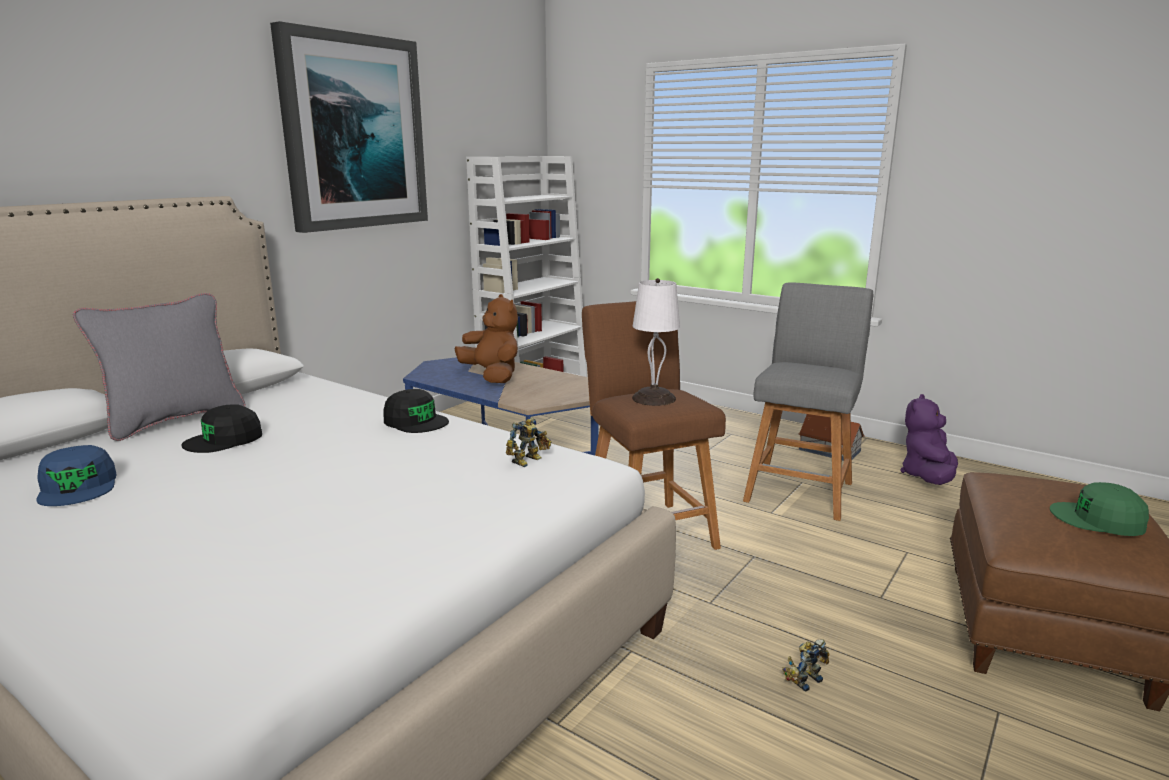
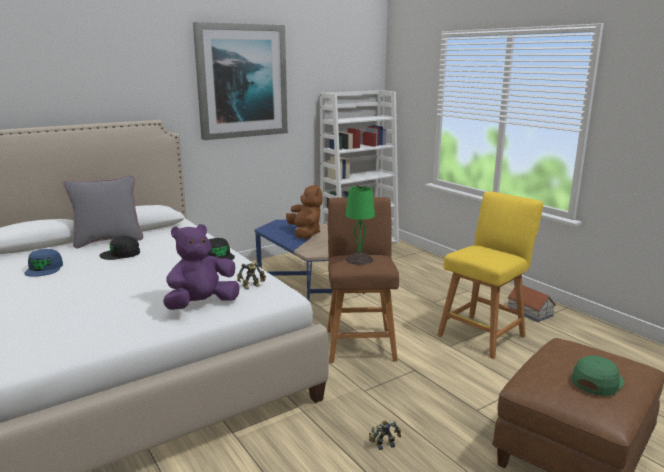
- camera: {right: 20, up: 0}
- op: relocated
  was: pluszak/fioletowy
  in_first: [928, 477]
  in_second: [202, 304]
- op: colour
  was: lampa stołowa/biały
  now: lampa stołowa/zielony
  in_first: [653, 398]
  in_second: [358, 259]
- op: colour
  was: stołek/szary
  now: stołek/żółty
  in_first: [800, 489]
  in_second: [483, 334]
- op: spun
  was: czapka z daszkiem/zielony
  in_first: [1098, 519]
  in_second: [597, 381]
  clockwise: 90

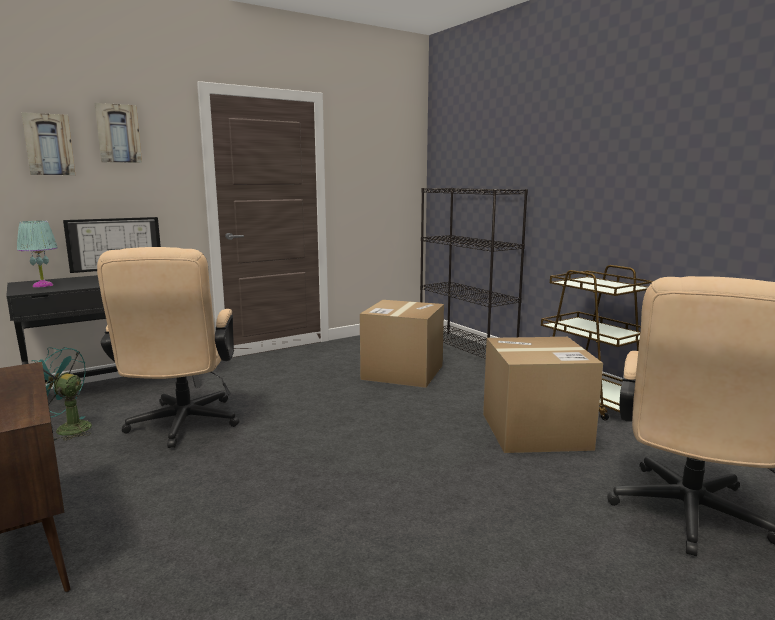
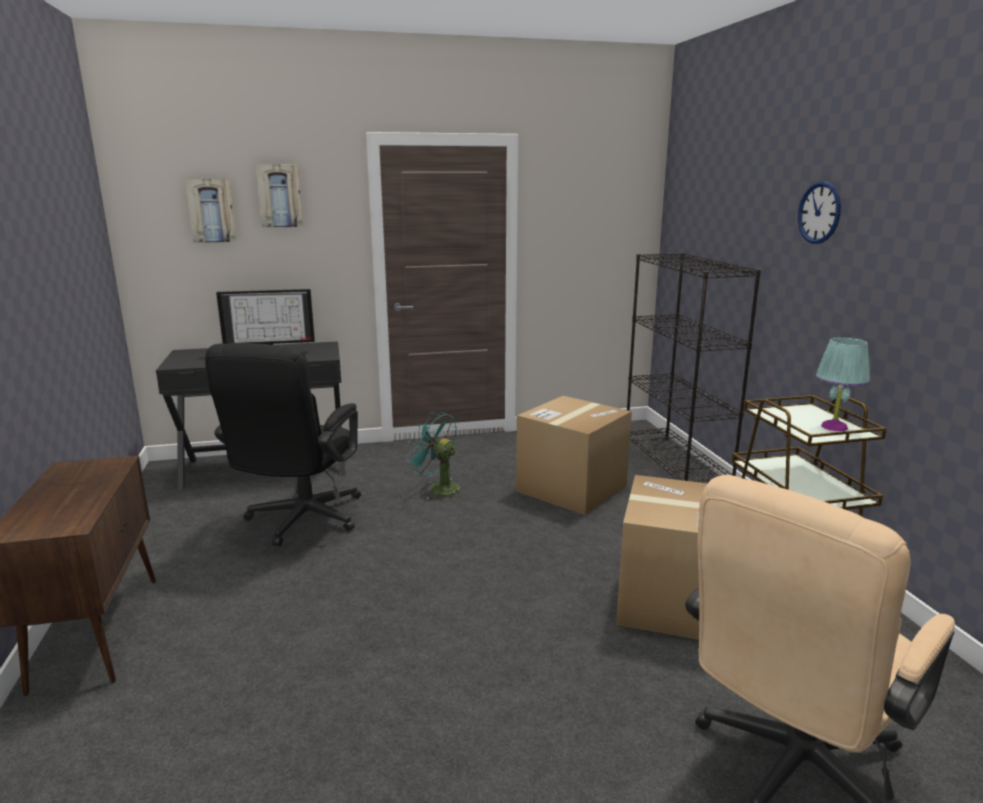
- camera: {right: 20, up: 5}
- op: colour
  was: krzesło biurowe/beżowy
  now: krzesło biurowe/czarny
  in_first: [181, 427]
  in_second: [300, 522]
- op: relocated
  was: wentylator/turkusowy
  in_first: [66, 429]
  in_second: [438, 489]
- op: appeared
  now: zegar ścienny
  in_second: [819, 213]
- op: relocated
  was: lampa stołowa/turkusowy
  in_first: [43, 285]
  in_second: [834, 426]

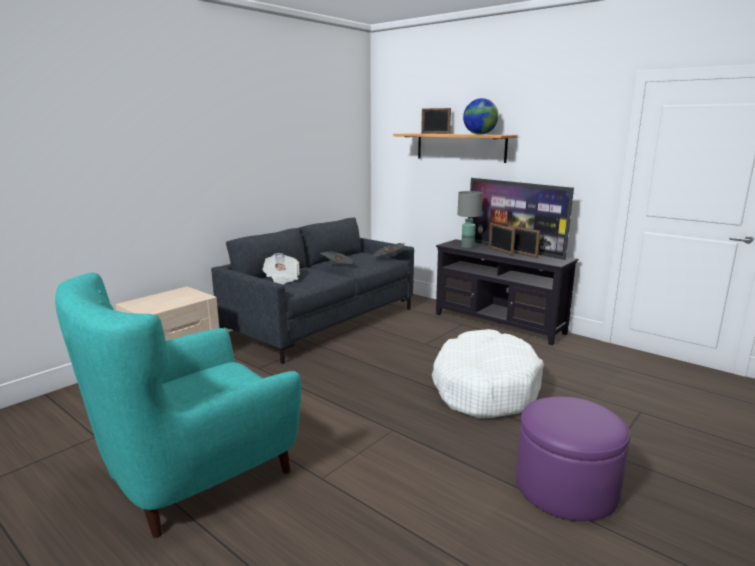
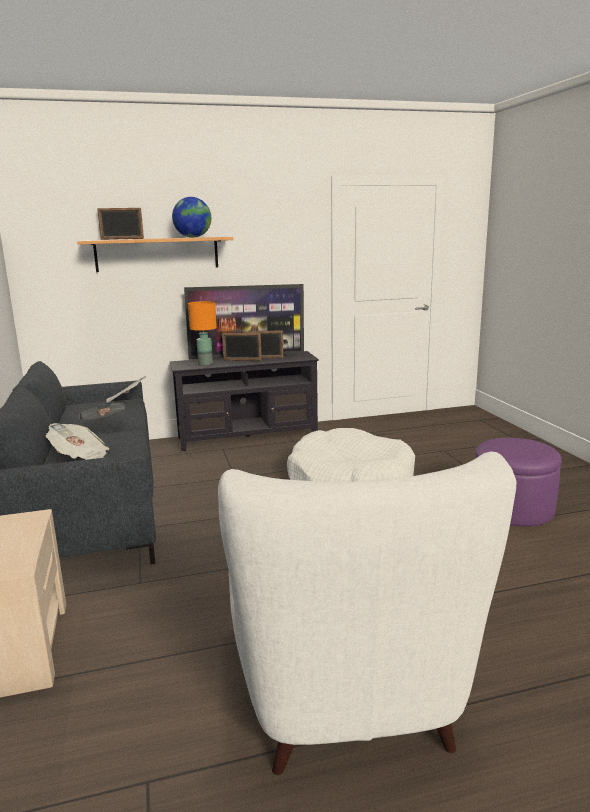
- camera: {right: -55, up: 0}
- op: colour
  was: lampa stołowa/szary
  now: lampa stołowa/pomarańczowy
  in_first: [467, 247]
  in_second: [205, 364]
- op: colour
  was: fotel/turkusowy
  now: fotel/biały
  in_first: [193, 474]
  in_second: [347, 693]

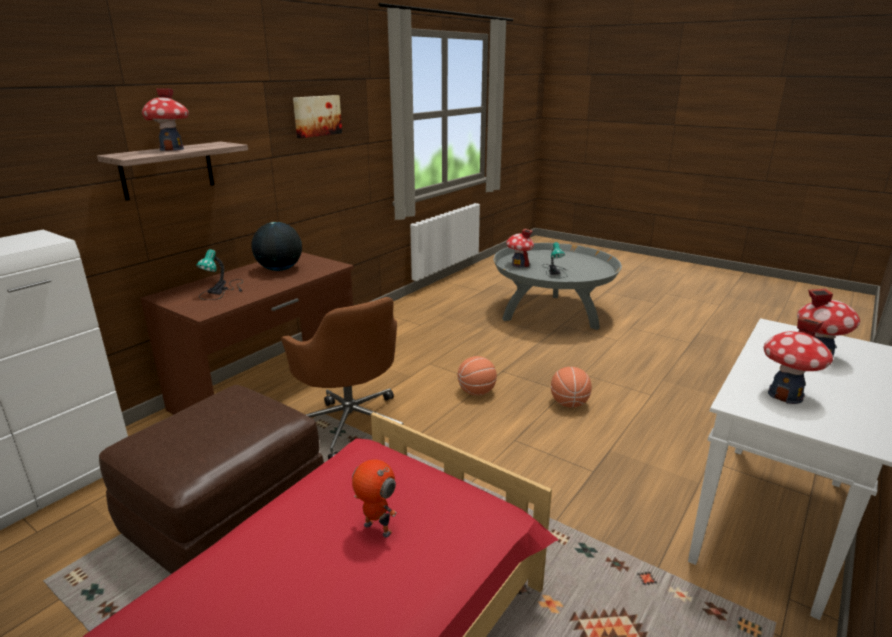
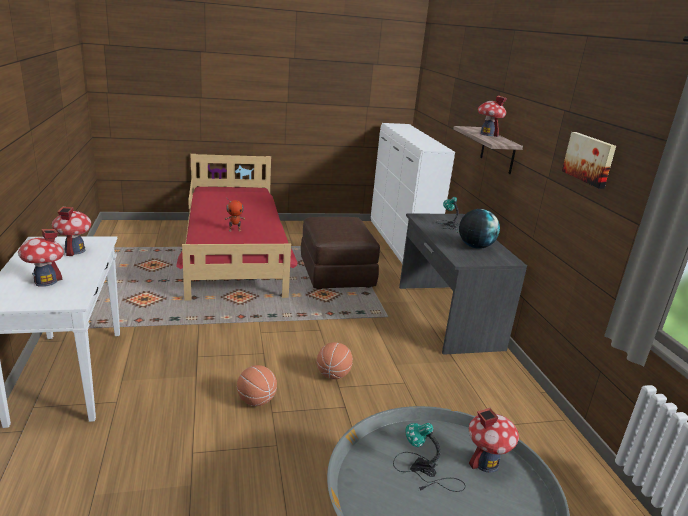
- camera: {right: 130, up: 0}
- op: colour
  was: biurko/brązowy
  now: biurko/szary
  in_first: [269, 386]
  in_second: [446, 316]
- op: missing
  was: krzesło biurowe/brązowy
  in_first: [350, 425]

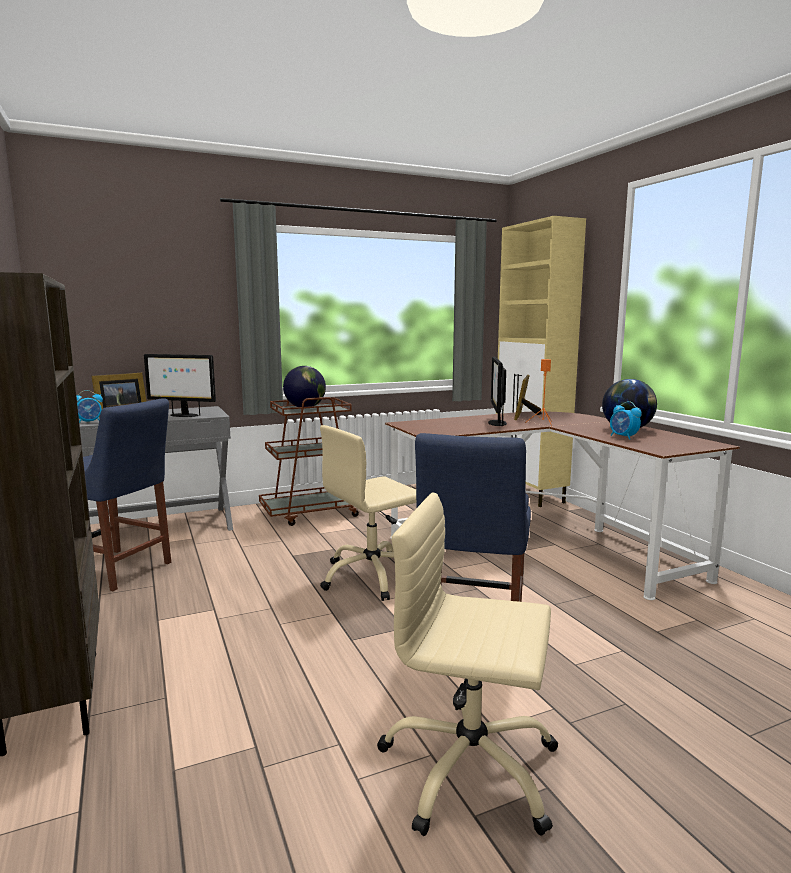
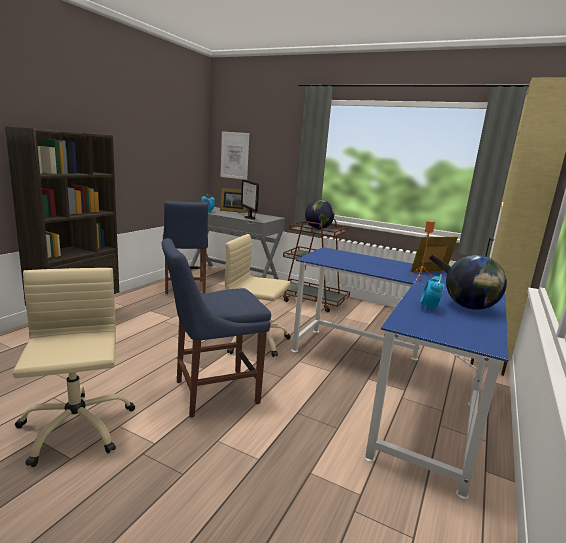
- camera: {right: 50, up: 5}
- op: appeared
  now: obraz
  in_second: [234, 155]
- op: colour
  was: biurko/brązowy
  now: biurko/niebieski
  in_first: [542, 545]
  in_second: [393, 385]
- op: missing
  was: monitor
  in_first: [496, 423]

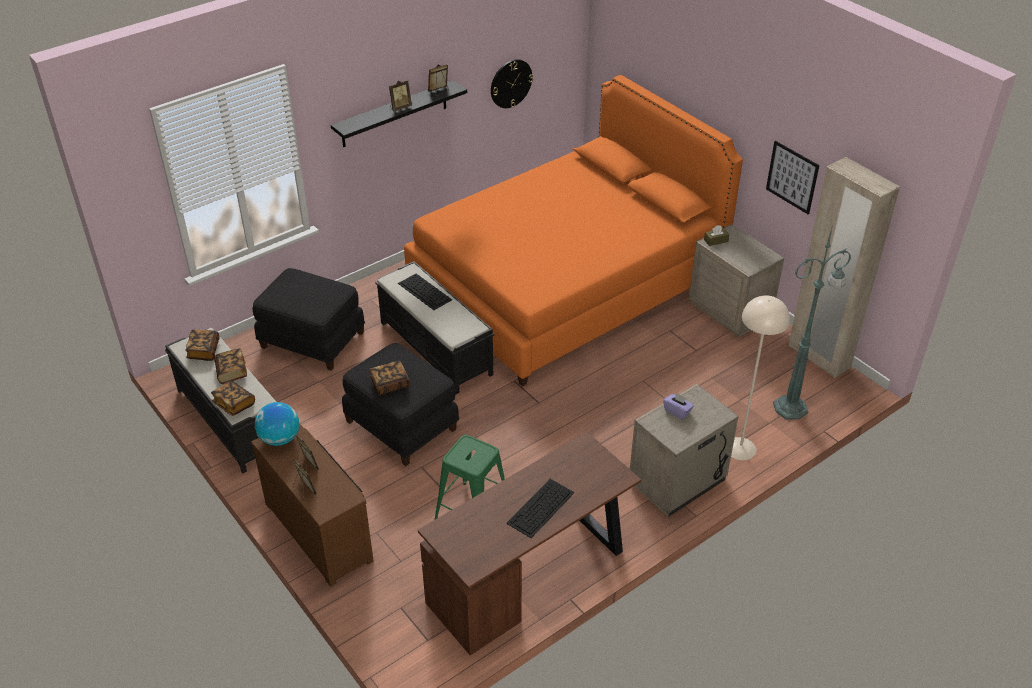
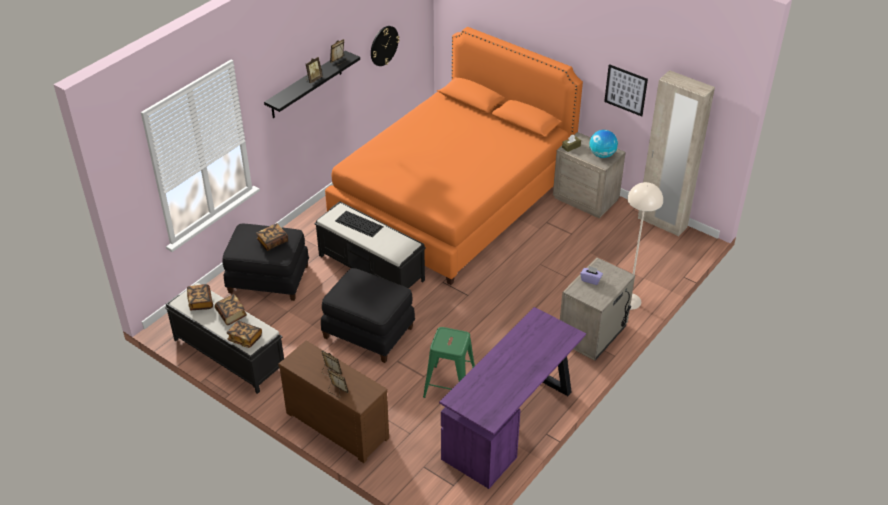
- camera: {right: -15, up: 0}
- op: relocated
  was: książka
  in_first: [390, 384]
  in_second: [272, 242]
- op: colour
  was: biurko/brązowy
  now: biurko/fioletowy
  in_first: [531, 576]
  in_second: [511, 423]
- op: relocated
  was: globus
  in_first: [279, 439]
  in_second: [602, 155]
- op: missing
  was: klawiatura
  in_first: [540, 508]
- op: missing
  was: lampa stojąca/zielony
  in_first: [792, 407]

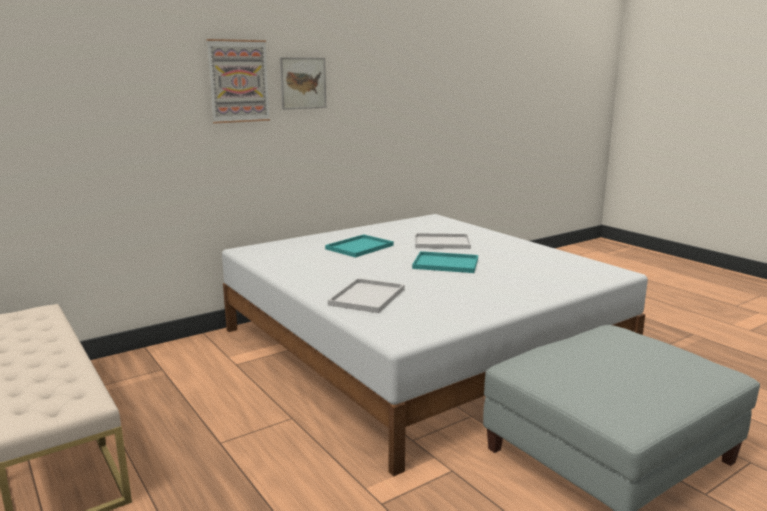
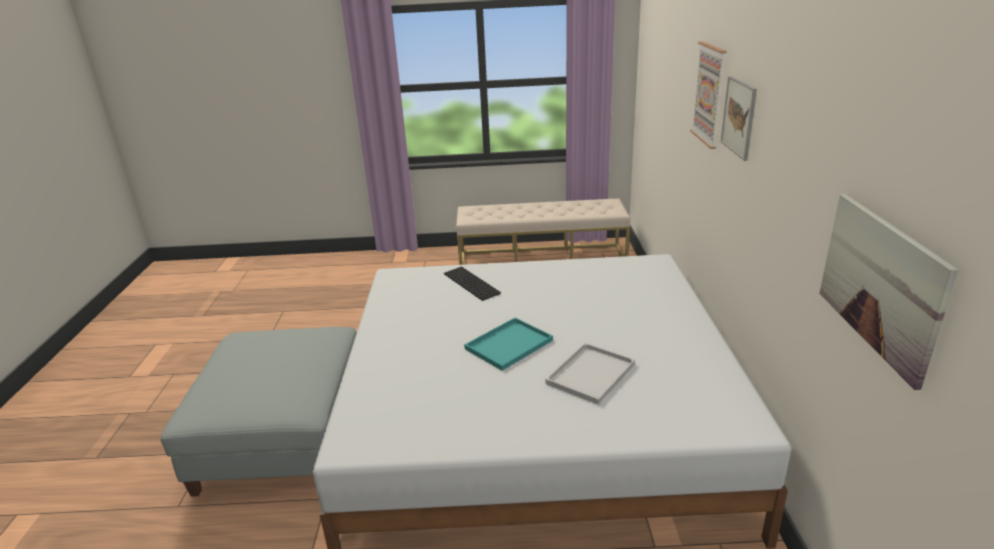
- camera: {right: 125, up: 10}
- op: exchanged
  was: taca/biały
  now: klawiatura
  in_first: [367, 296]
  in_second: [473, 283]
- op: appeared
  now: obraz
  in_second: [880, 283]
- op: missing
  was: taca/turkusowy
  in_first: [359, 247]

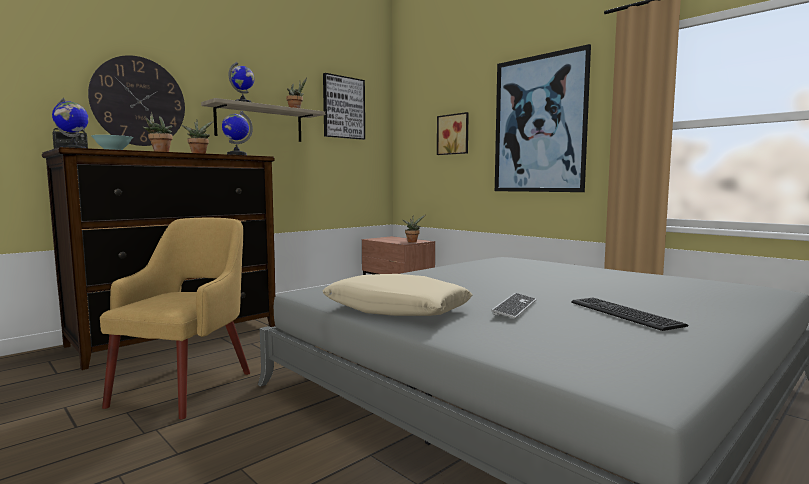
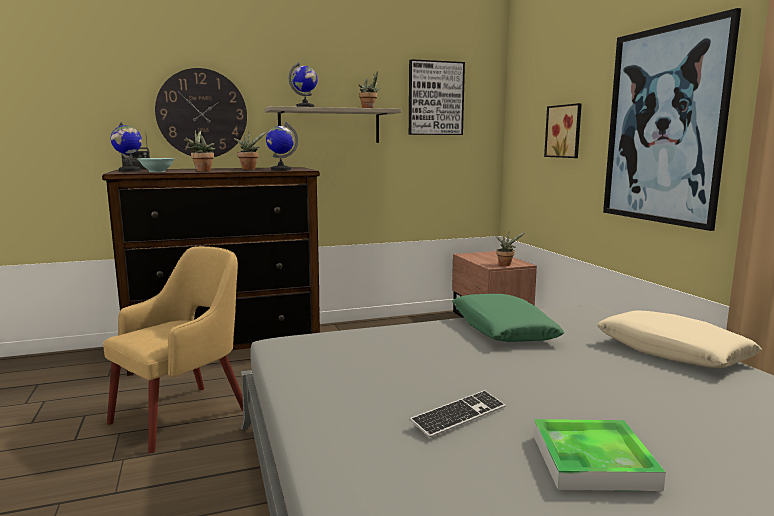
- camera: {right: 25, up: 5}
- op: appeared
  now: poduszka/zielony
  in_second: [502, 330]
- op: exchanged
  was: klawiatura
  now: taca
  in_first: [624, 314]
  in_second: [592, 460]
- op: relocated
  was: poduszka/beżowy
  in_first: [397, 310]
  in_second: [672, 352]

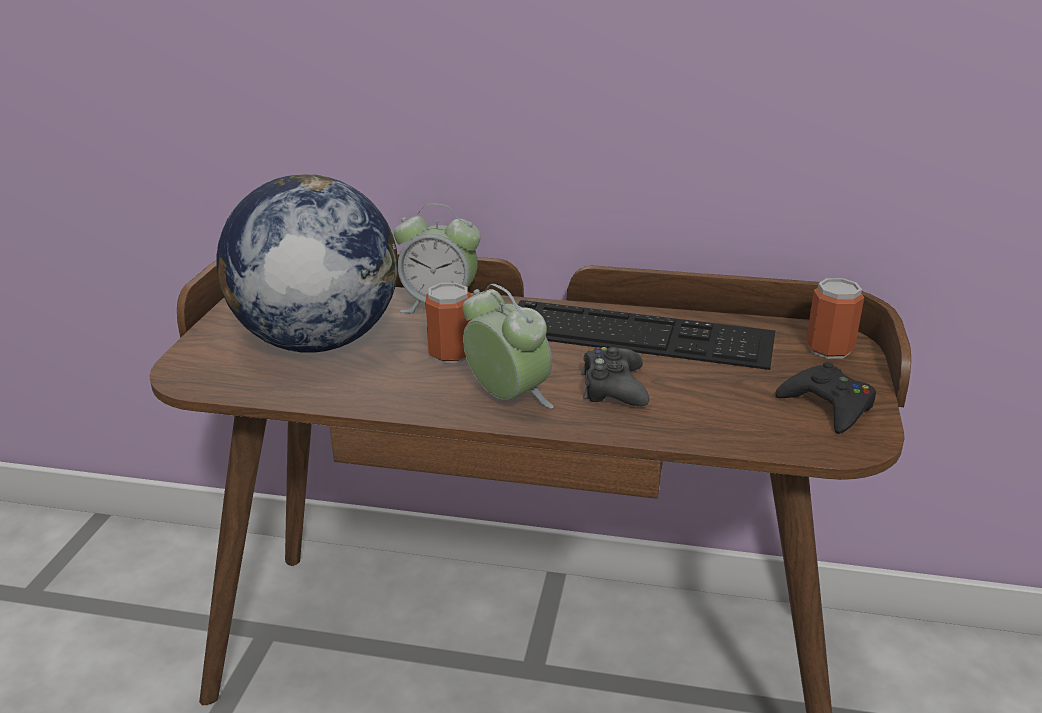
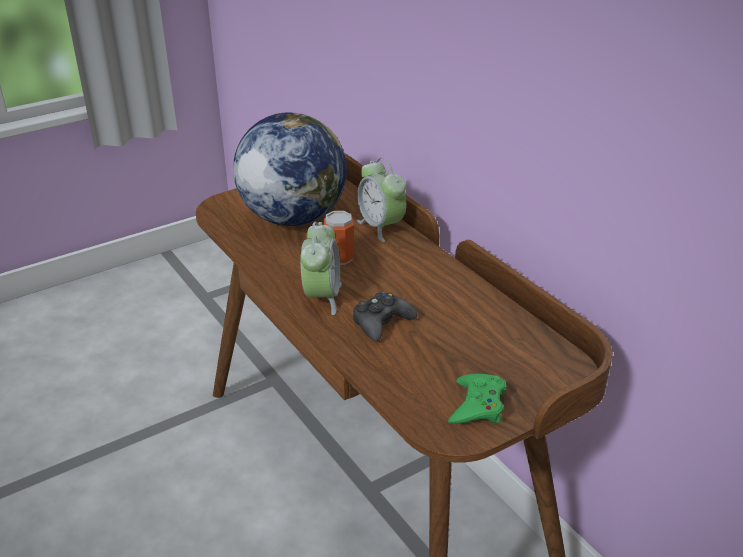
- camera: {right: 45, up: 5}
- op: colour
  was: pad do gier/czarny
  now: pad do gier/zielony
  in_first: [828, 406]
  in_second: [477, 405]
- op: missing
  was: klawiatura
  in_first: [637, 335]
- op: missing
  was: puszka
  in_first: [829, 349]

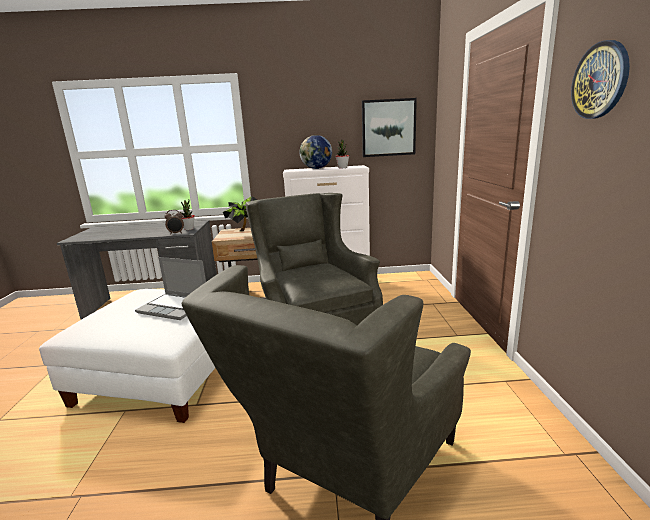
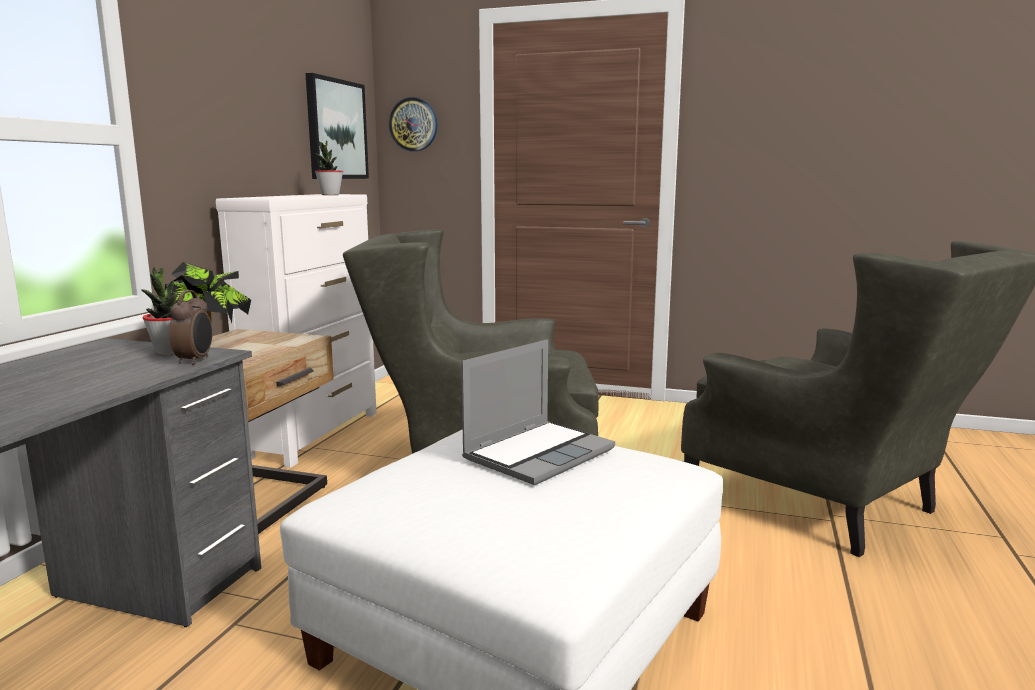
- camera: {right: -70, up: -5}
- op: relocated
  was: zegar ścienny
  in_first: [600, 80]
  in_second: [413, 124]
- op: missing
  was: globus
  in_first: [316, 168]

